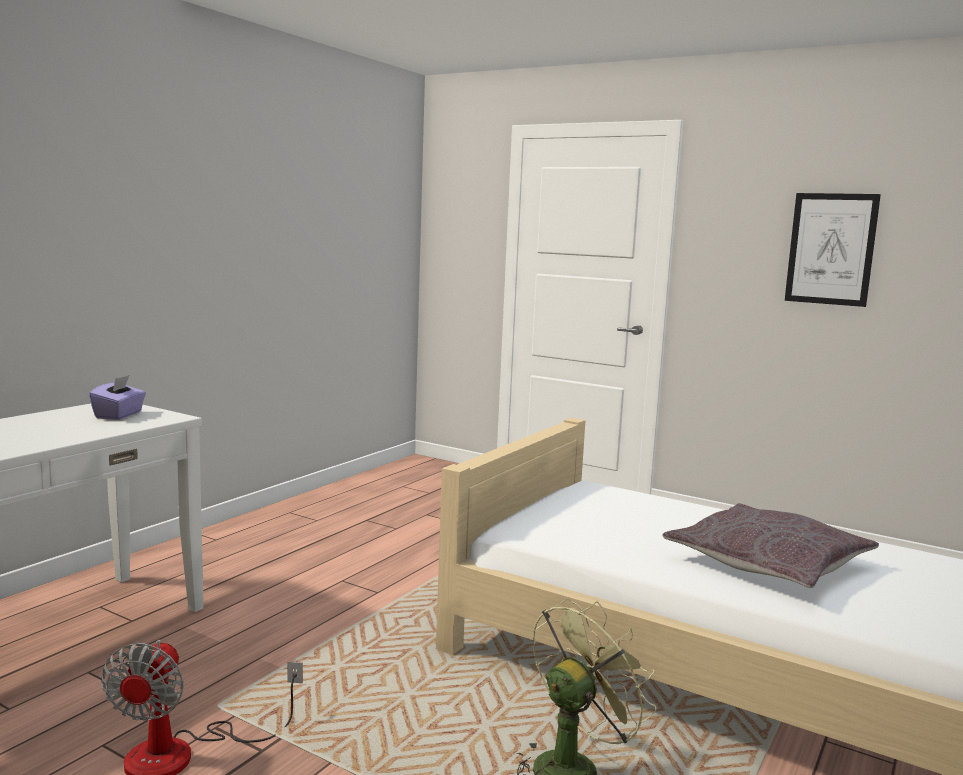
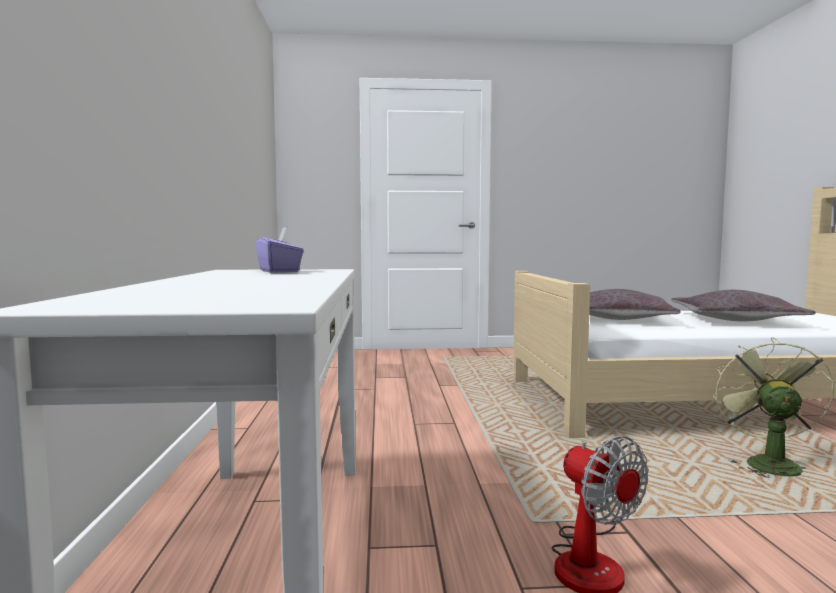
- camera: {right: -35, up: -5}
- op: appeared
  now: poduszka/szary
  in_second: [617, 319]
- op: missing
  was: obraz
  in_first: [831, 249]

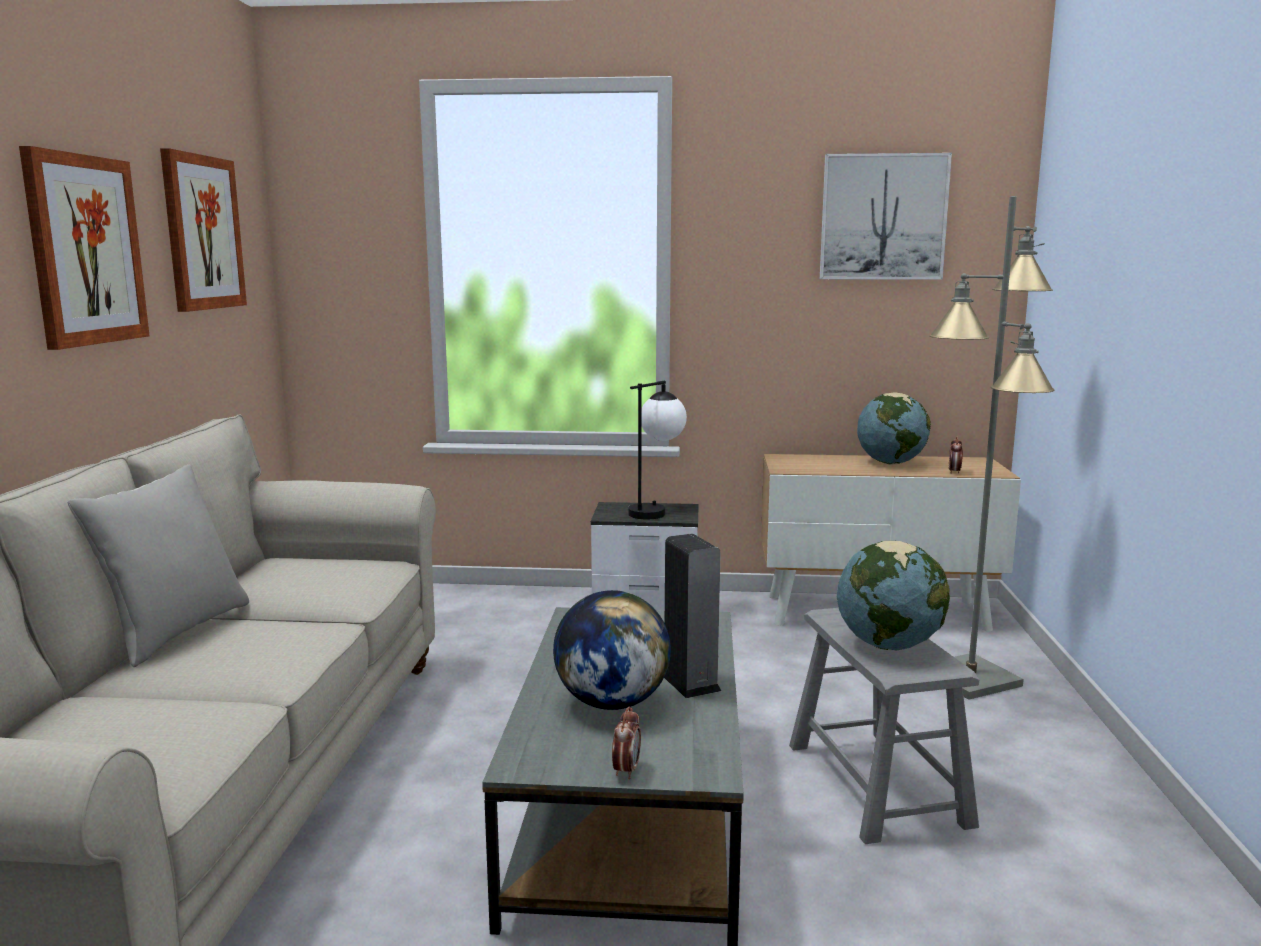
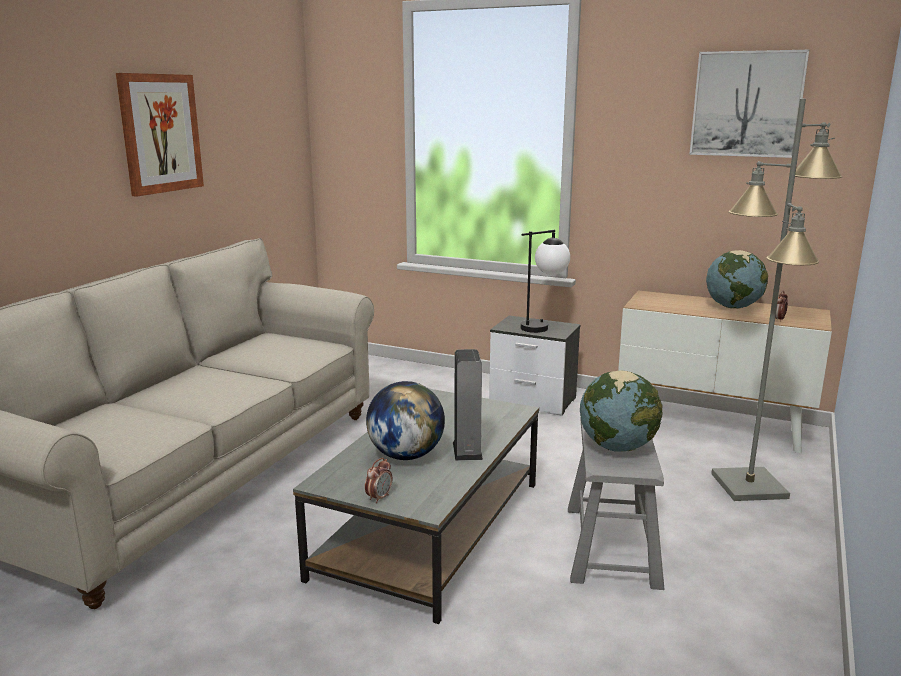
- camera: {right: 20, up: 5}
- op: missing
  was: poduszka/szary
  in_first: [175, 631]
- op: missing
  was: obraz
  in_first: [202, 233]

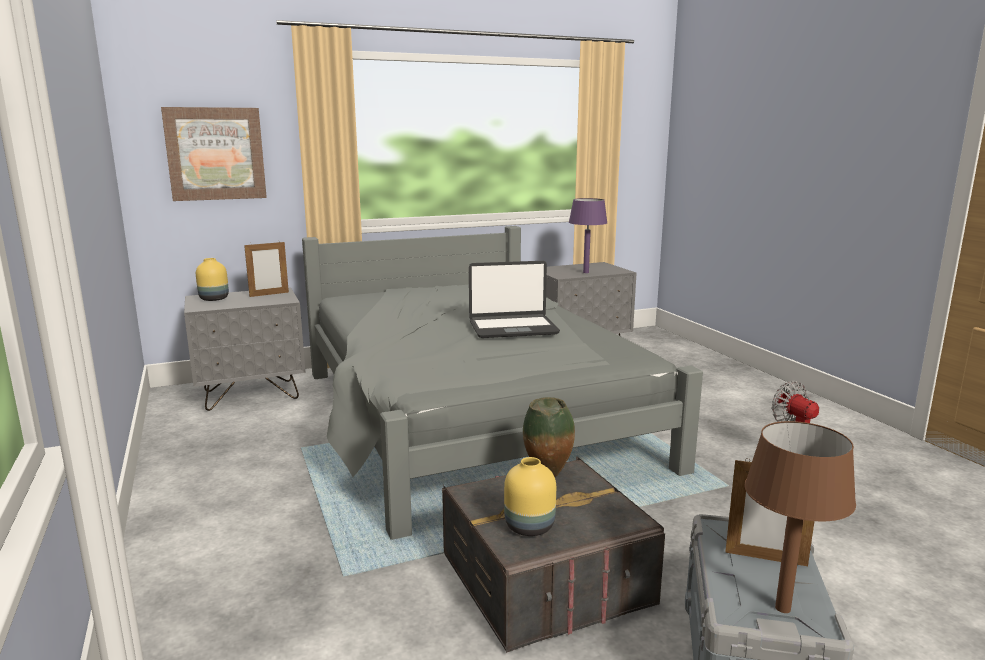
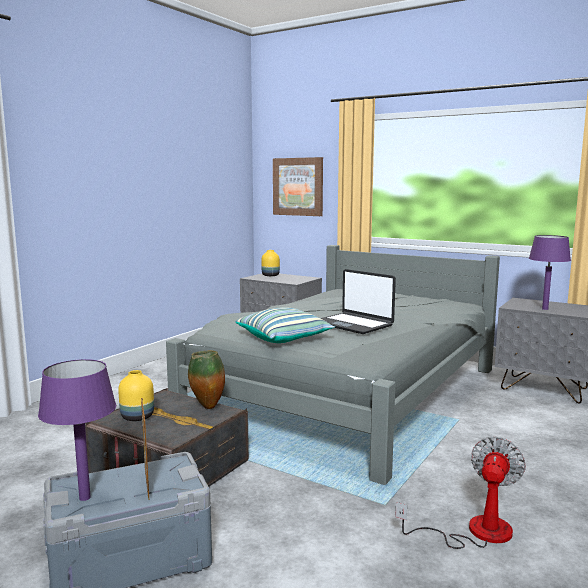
- camera: {right: 55, up: -5}
- op: colour
  was: lampa stołowa/brązowy
  now: lampa stołowa/fioletowy
  in_first: [783, 608]
  in_second: [85, 498]
- op: appeared
  now: poduszka
  in_second: [284, 338]
- op: missing
  was: ramka na zdjęcie
  in_first: [269, 294]

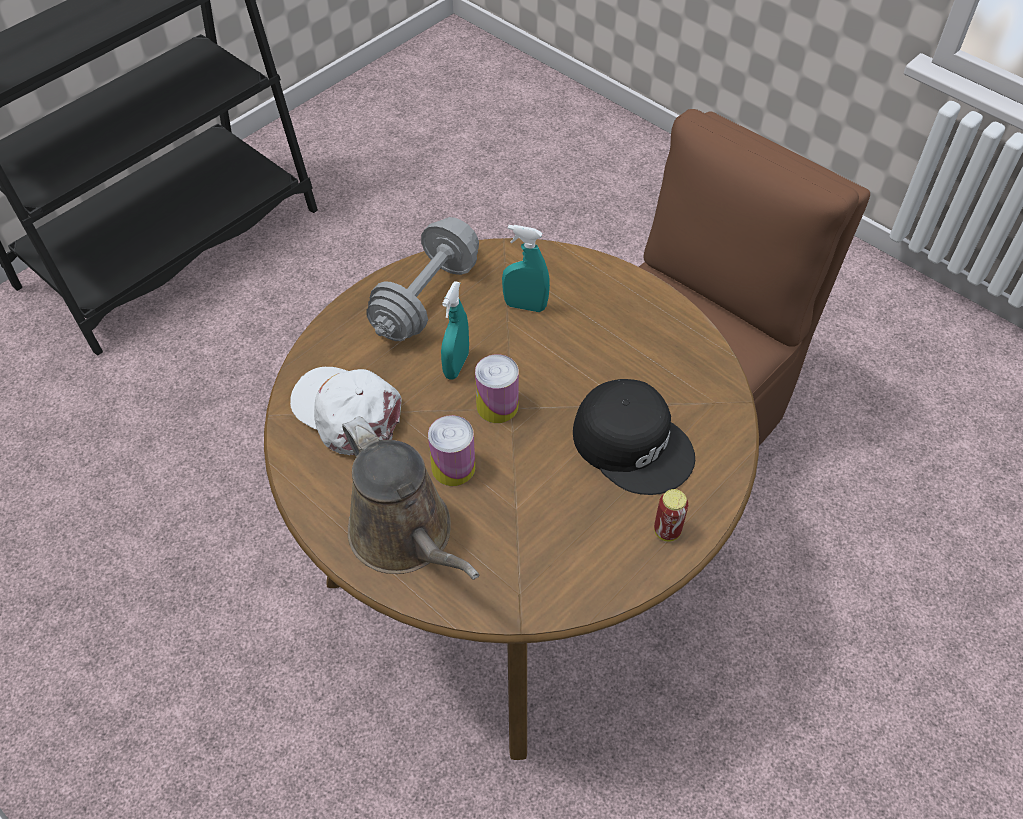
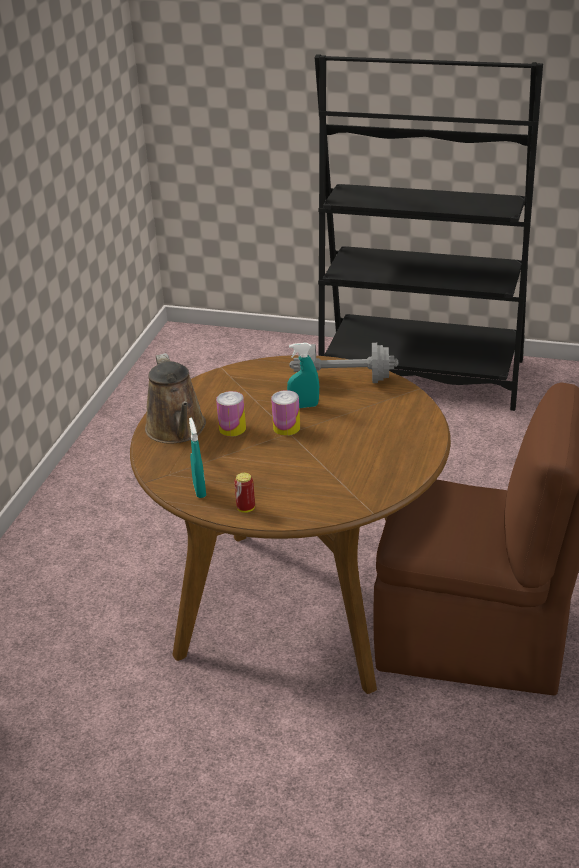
- camera: {right: 65, up: -20}
- op: spun
  was: konewka/brązowy
  in_first: [406, 537]
  in_second: [177, 430]
  clockwise: -45
- op: relocated
  was: spryskiwacz/turkusowy
  in_first: [525, 306]
  in_second: [199, 490]
- op: missing
  was: czapka z daszkiem/biały
  in_first: [347, 412]
- op: missing
  was: czapka z daszkiem/czarny
  in_first: [633, 443]

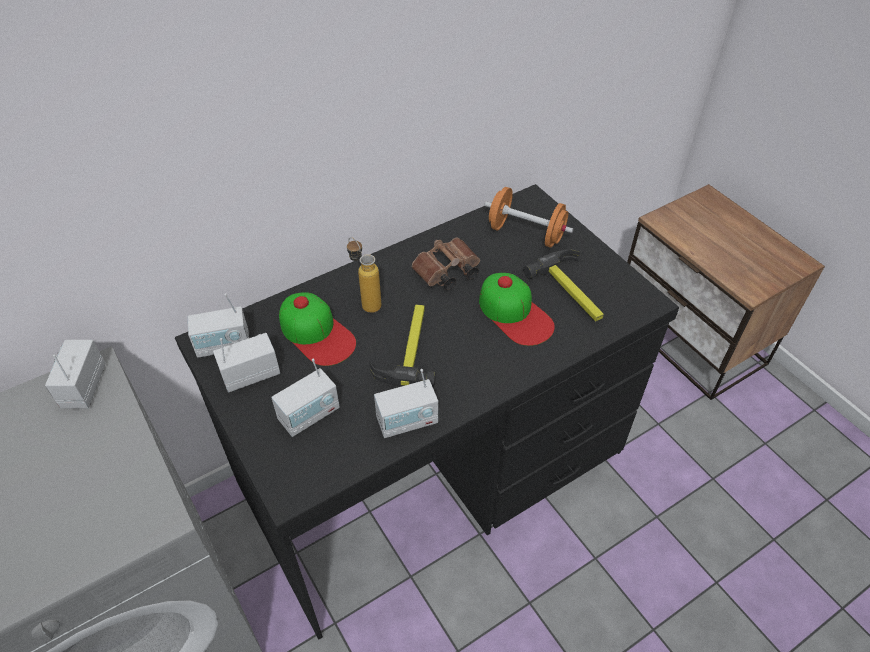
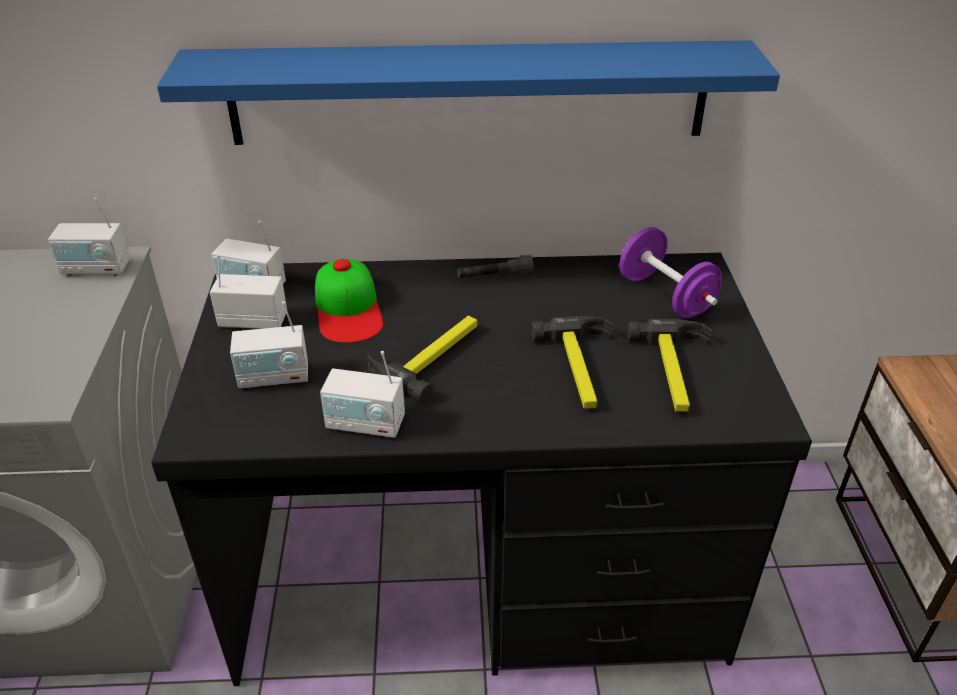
- camera: {right: 30, up: -10}
- op: spun
  was: radio
  in_first: [83, 387]
  in_second: [96, 269]
  clockwise: -120
- op: appeared
  now: półka/niebieski
  in_second: [469, 93]
- op: appeared
  now: latarka/szary
  in_second: [494, 276]
- op: exchanged
  was: czapka z daszkiem
  now: młotek
  in_first: [515, 313]
  in_second: [582, 369]
- op: colour
  was: hantel/pomarańczowy
  now: hantel/fioletowy
  in_first: [526, 233]
  in_second: [665, 296]
- op: missing
  was: butelka
  in_first: [366, 302]
- op: missing
  was: lornetka/brązowy
  in_first: [446, 274]

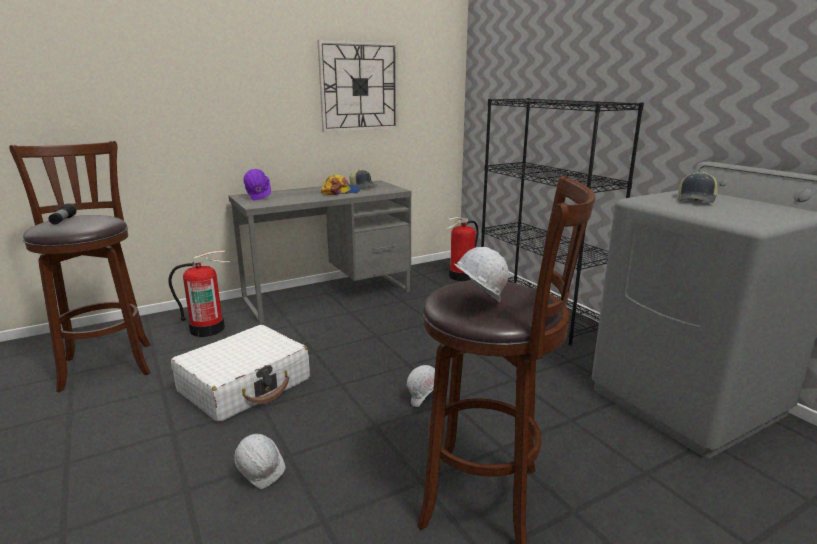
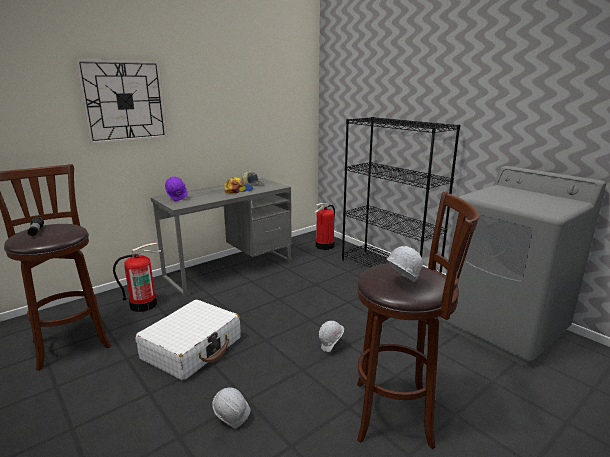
- camera: {right: -10, up: 0}
- op: relocated
  was: zegar ścienny
  in_first: [359, 87]
  in_second: [124, 101]
- op: missing
  was: czapka z daszkiem
  in_first: [696, 200]

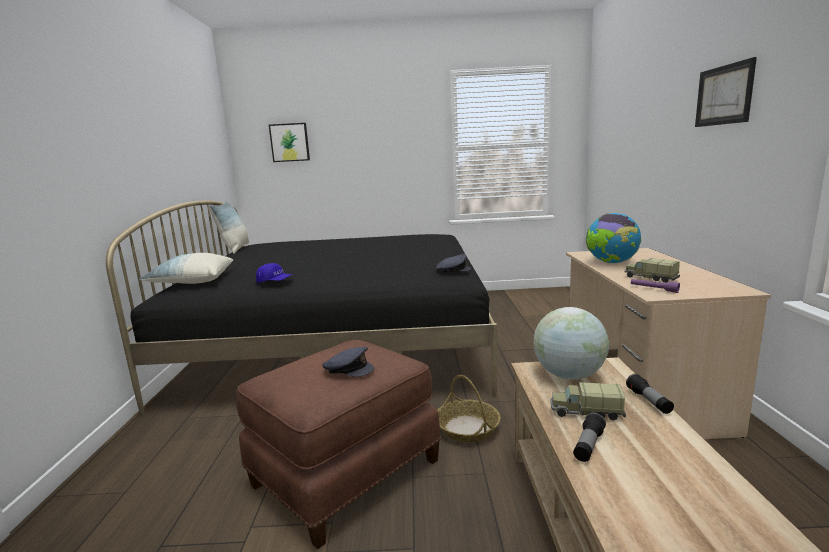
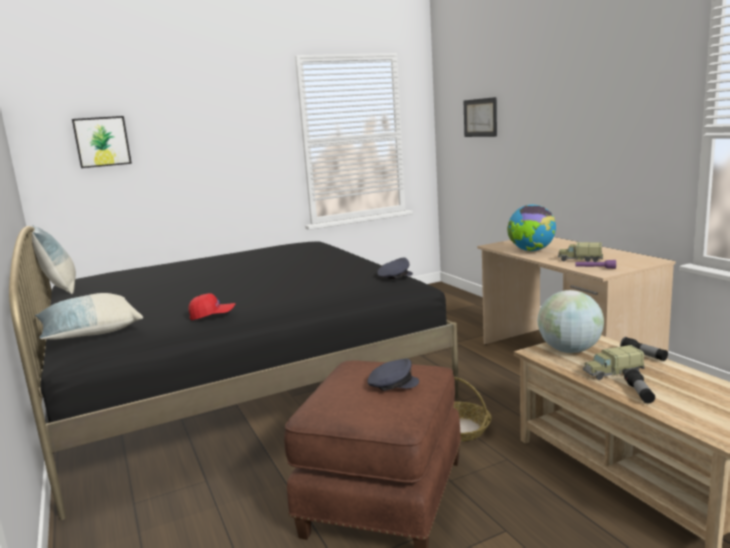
- camera: {right: -25, up: 0}
- op: colour
  was: czapka z daszkiem/niebieski
  now: czapka z daszkiem/czerwony
  in_first: [275, 282]
  in_second: [212, 315]
- op: relocated
  was: obraz
  in_first: [724, 95]
  in_second: [480, 117]

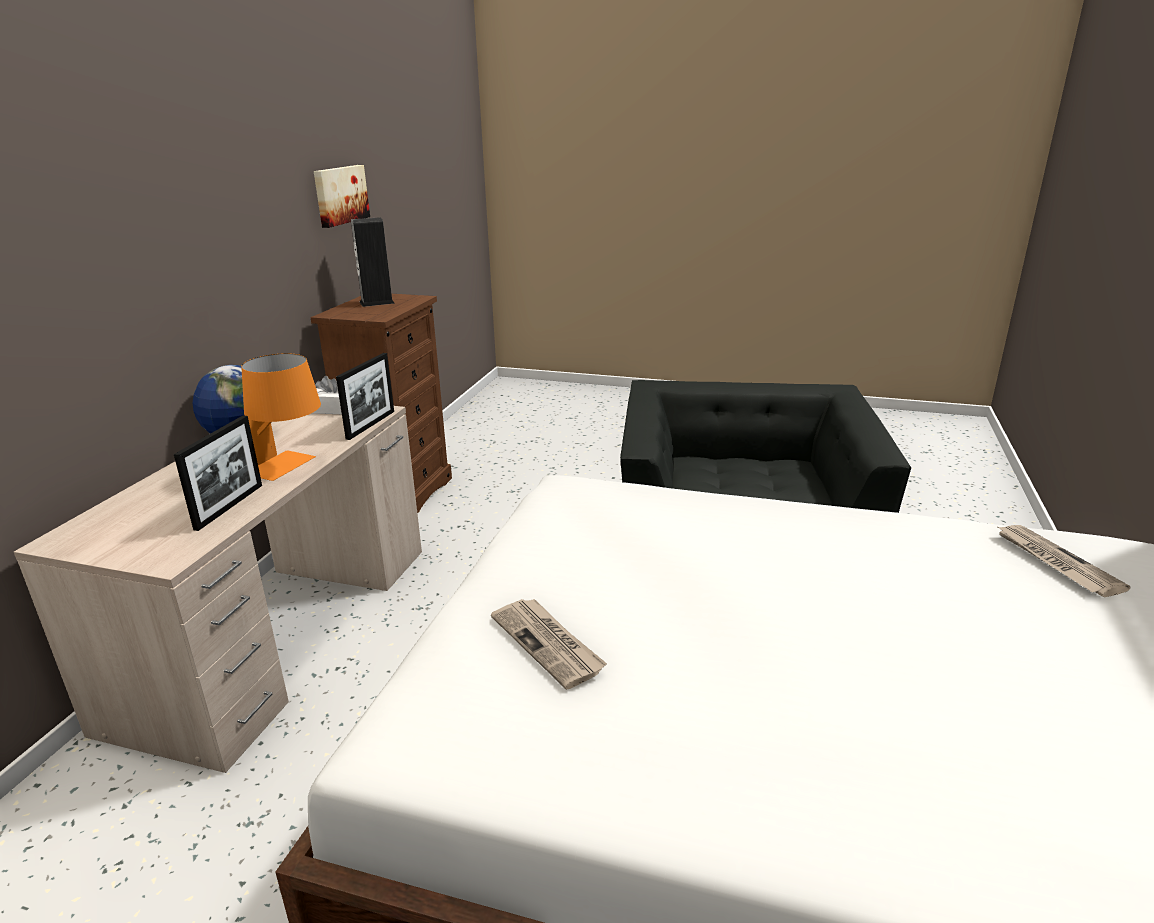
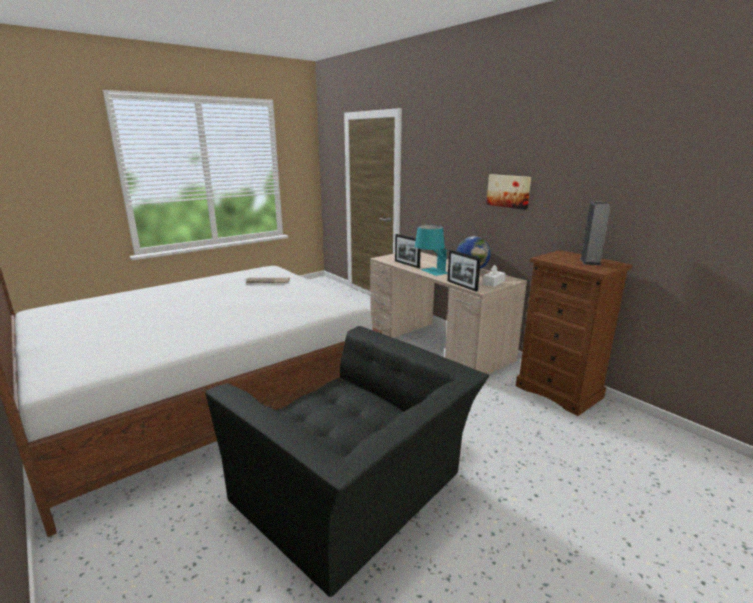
- camera: {right: 125, up: -5}
- op: colour
  was: lampa stołowa/pomarańczowy
  now: lampa stołowa/turkusowy
  in_first: [291, 467]
  in_second: [430, 272]
- op: relocated
  was: obraz
  in_first: [340, 195]
  in_second: [509, 191]
- op: missing
  was: gazeta
  in_first: [1054, 562]

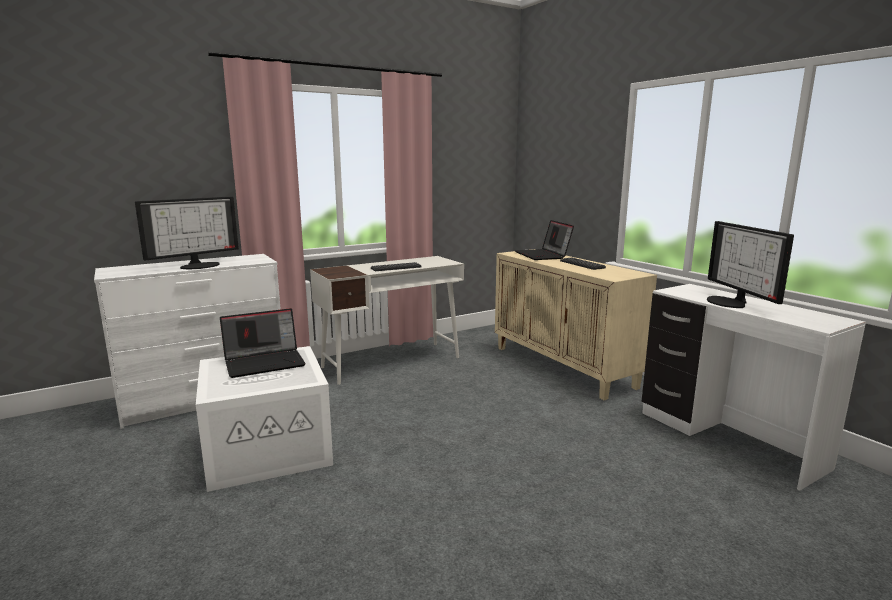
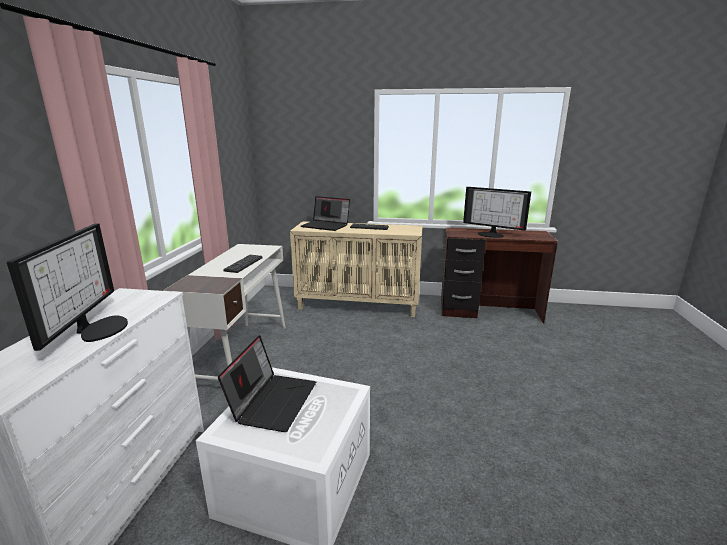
- camera: {right: -50, up: 5}
- op: colour
  was: biurko/biały
  now: biurko/brązowy
  in_first: [727, 439]
  in_second: [489, 312]

